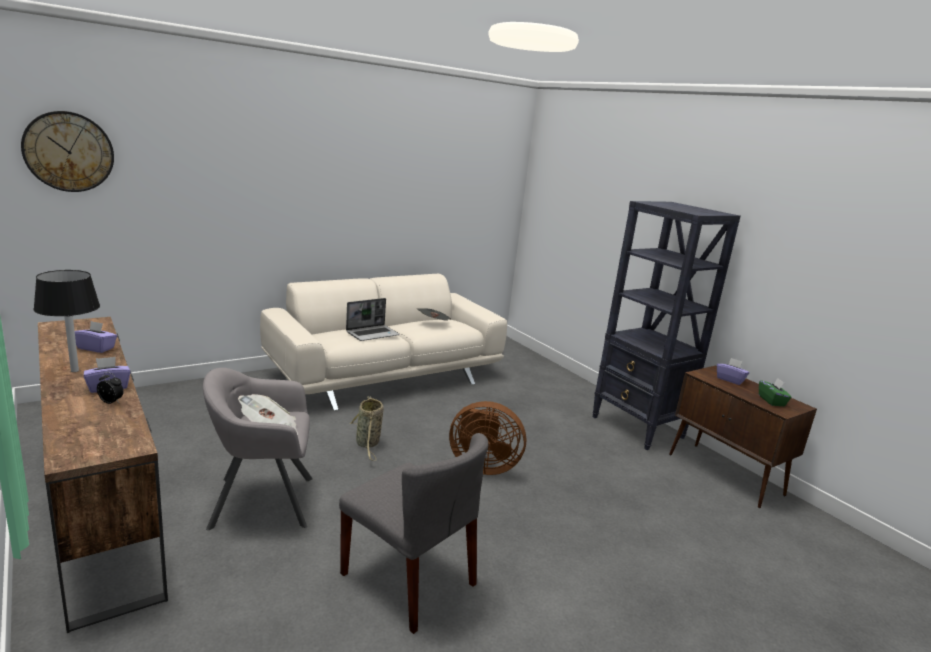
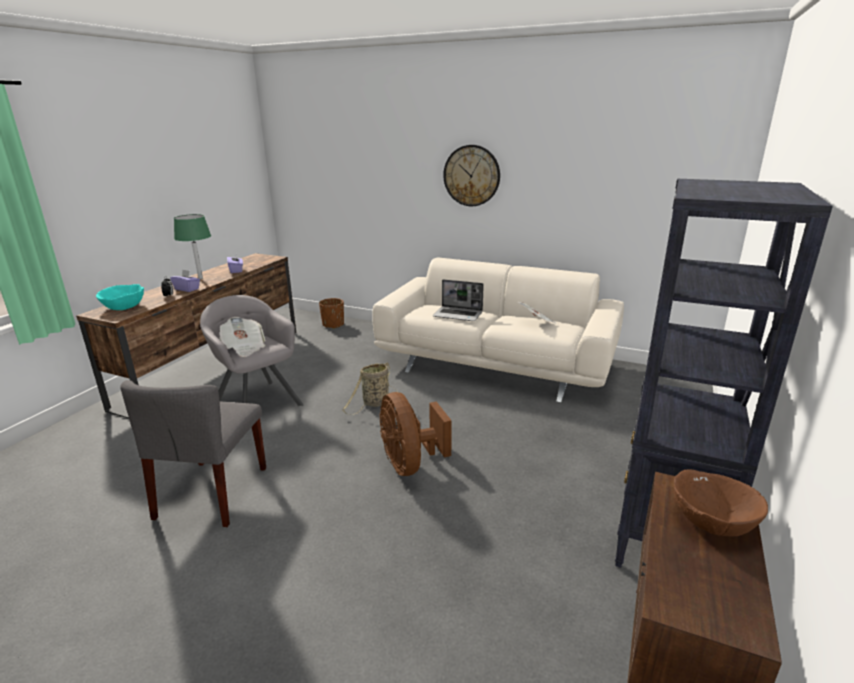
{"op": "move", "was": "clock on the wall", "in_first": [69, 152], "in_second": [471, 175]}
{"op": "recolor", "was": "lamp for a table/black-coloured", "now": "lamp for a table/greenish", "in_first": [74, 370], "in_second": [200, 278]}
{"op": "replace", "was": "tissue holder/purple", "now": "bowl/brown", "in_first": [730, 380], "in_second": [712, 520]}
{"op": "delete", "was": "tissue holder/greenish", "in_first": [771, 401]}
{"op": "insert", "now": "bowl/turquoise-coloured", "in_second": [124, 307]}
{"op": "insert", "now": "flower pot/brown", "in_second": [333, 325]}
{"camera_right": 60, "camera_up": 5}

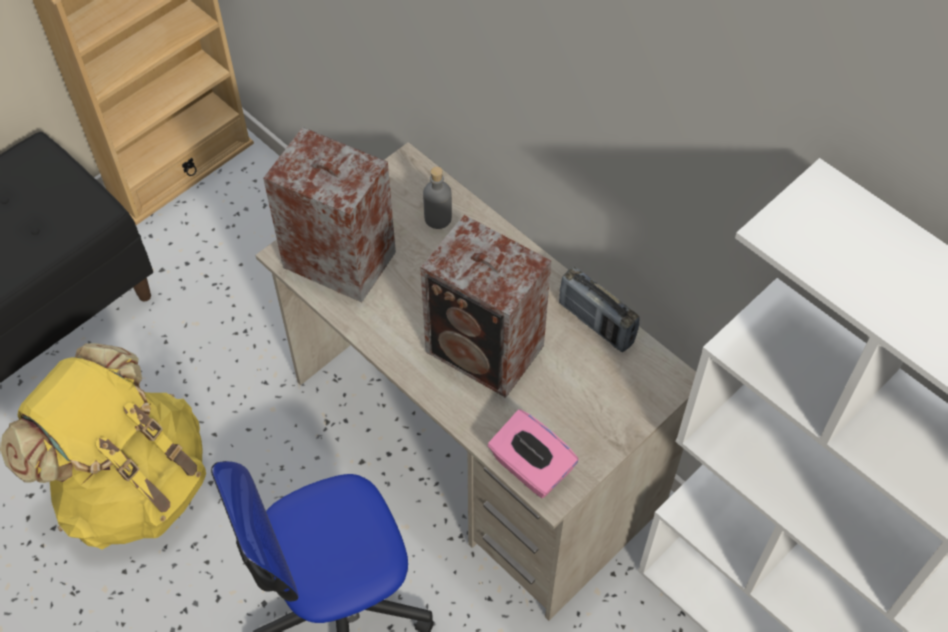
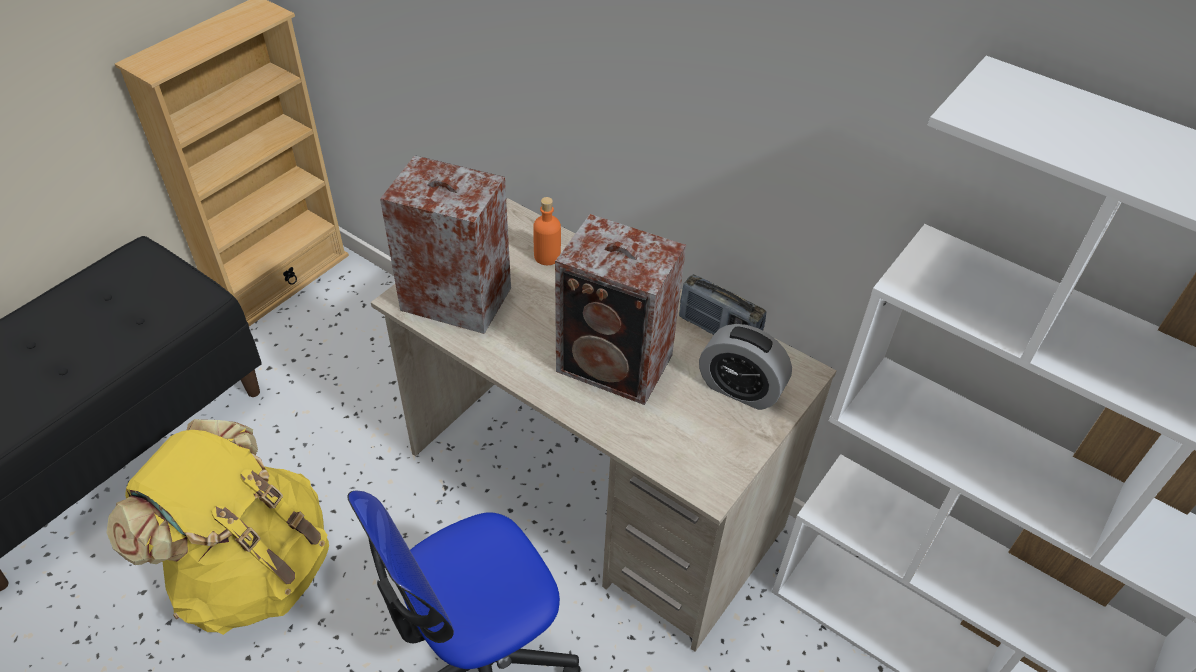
{"op": "recolor", "was": "bottle/gray", "now": "bottle/orange", "in_first": [438, 218], "in_second": [547, 256]}
{"op": "delete", "was": "tissue holder/pink-coloured", "in_first": [530, 467]}
{"op": "insert", "now": "alarm clock", "in_second": [740, 389]}
{"camera_right": -10, "camera_up": -10}

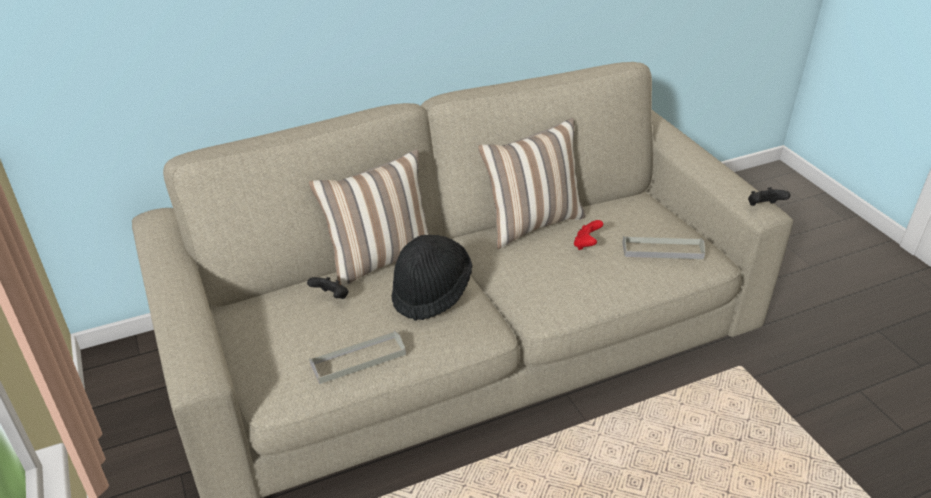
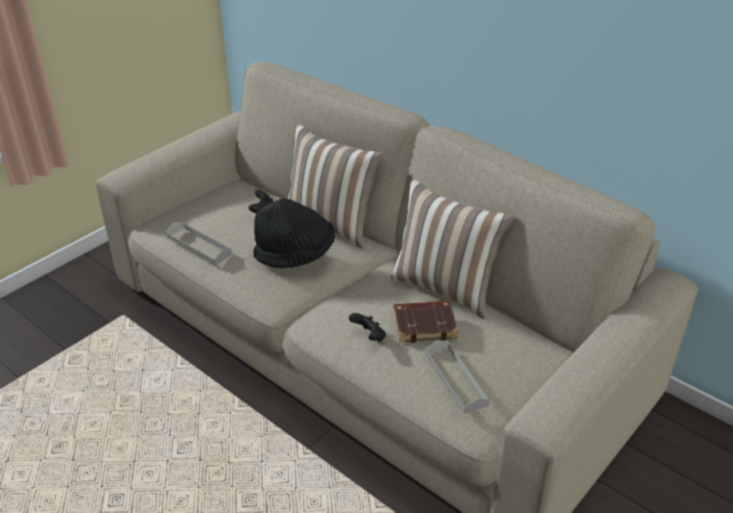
{"op": "move", "was": "game controller/black-coloured", "in_first": [763, 207], "in_second": [369, 337]}
{"op": "replace", "was": "game controller/red-coloured", "now": "volume/brown", "in_first": [586, 244], "in_second": [425, 324]}
{"camera_right": 65, "camera_up": 0}

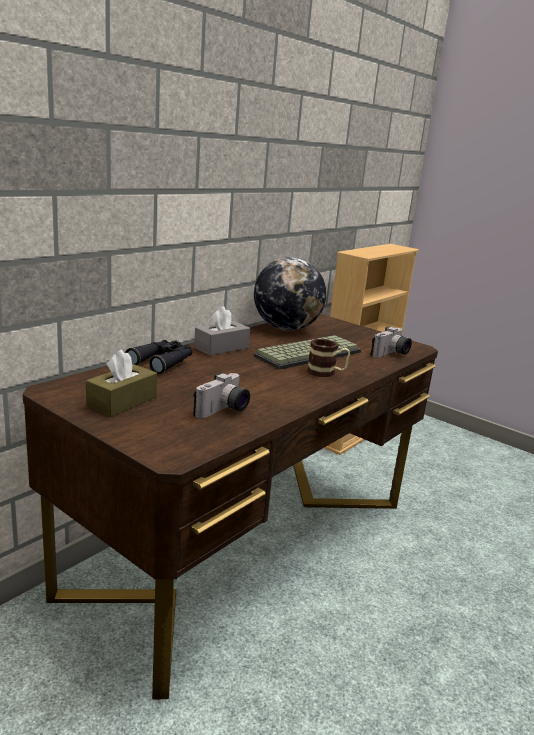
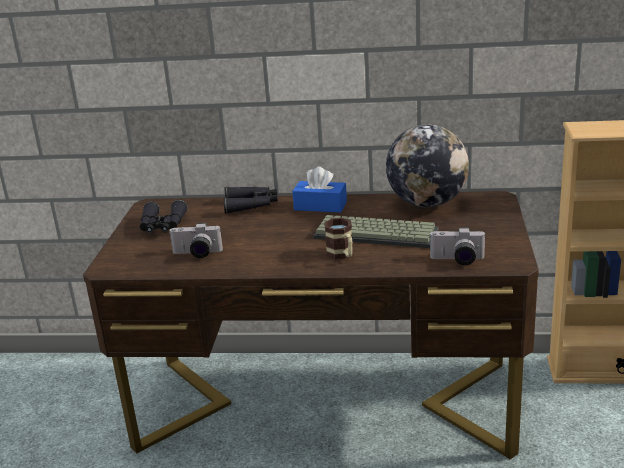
{"op": "recolor", "was": "tissue holder/gray", "now": "tissue holder/blue-coloured", "in_first": [221, 348], "in_second": [320, 206]}
{"op": "replace", "was": "tissue holder/brown", "now": "pair of binoculars/black-coloured", "in_first": [122, 402], "in_second": [162, 226]}
{"camera_right": 60, "camera_up": 5}

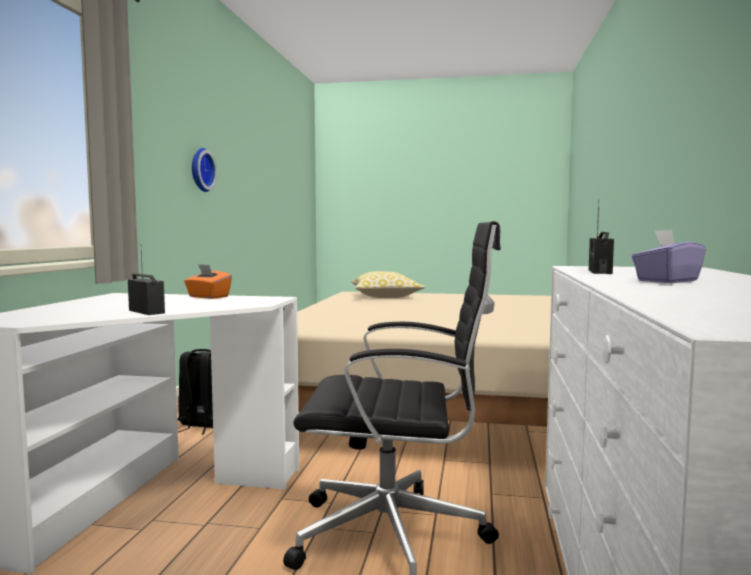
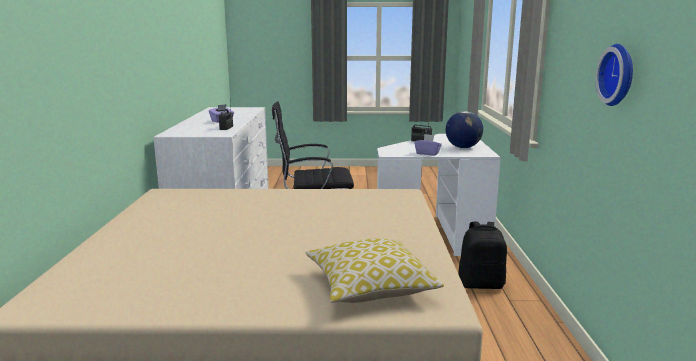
{"op": "recolor", "was": "tissue holder/orange", "now": "tissue holder/purple", "in_first": [208, 297], "in_second": [427, 153]}
{"op": "insert", "now": "world globe", "in_second": [463, 147]}
{"camera_right": 170, "camera_up": 10}

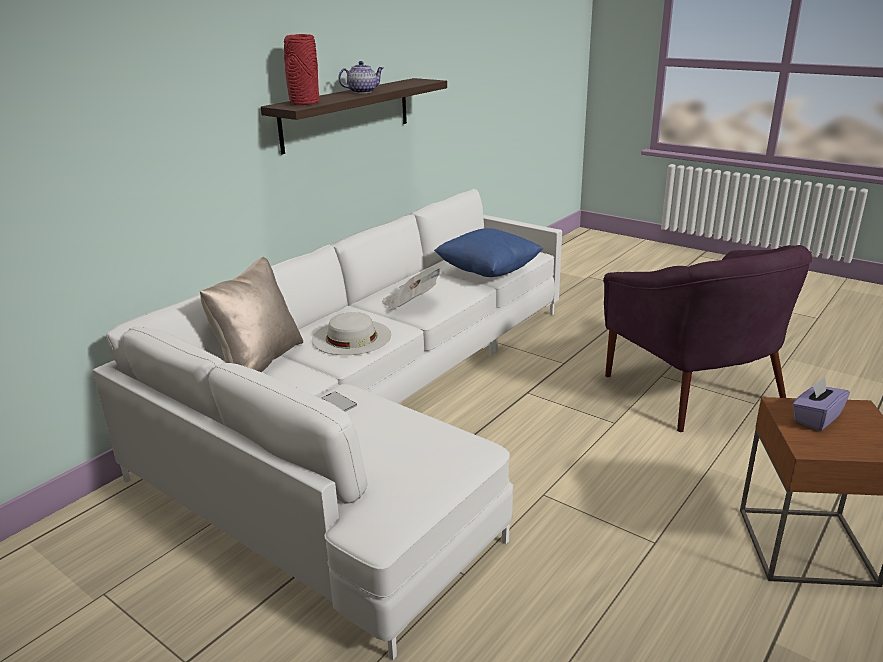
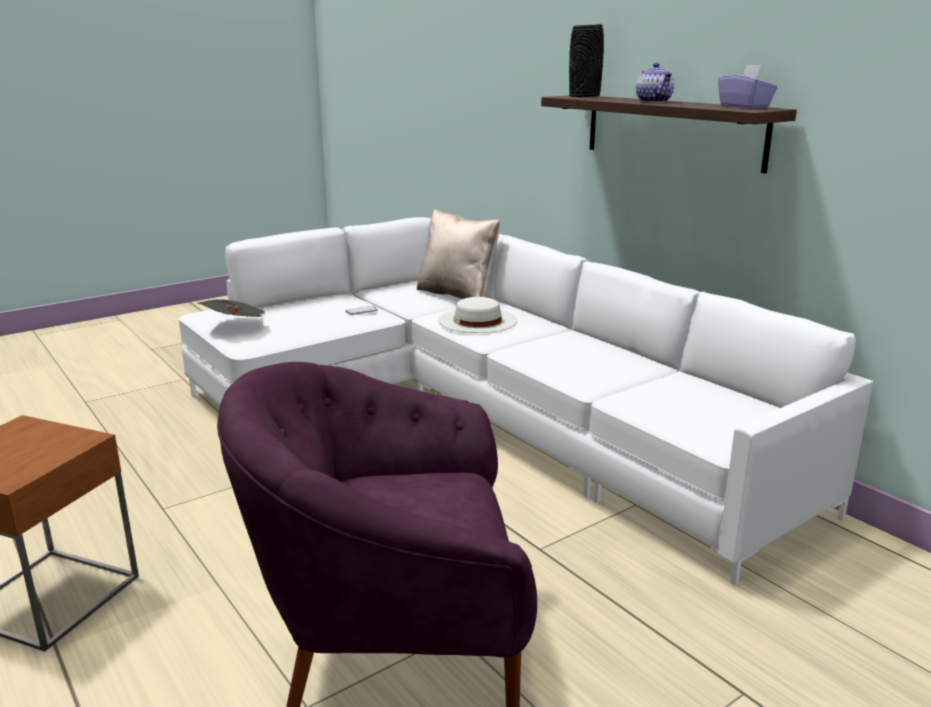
{"op": "recolor", "was": "decorative vase/red-coloured", "now": "decorative vase/black-coloured", "in_first": [303, 103], "in_second": [584, 97]}
{"op": "delete", "was": "cushion/blue-coloured", "in_first": [488, 272]}
{"op": "move", "was": "daily paper", "in_first": [411, 303], "in_second": [237, 326]}
{"op": "move", "was": "tissue holder/purple", "in_first": [816, 418], "in_second": [744, 107]}
{"camera_right": 105, "camera_up": -5}

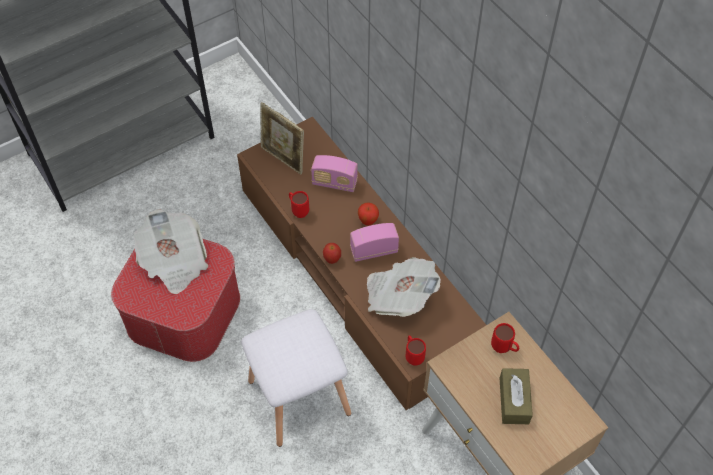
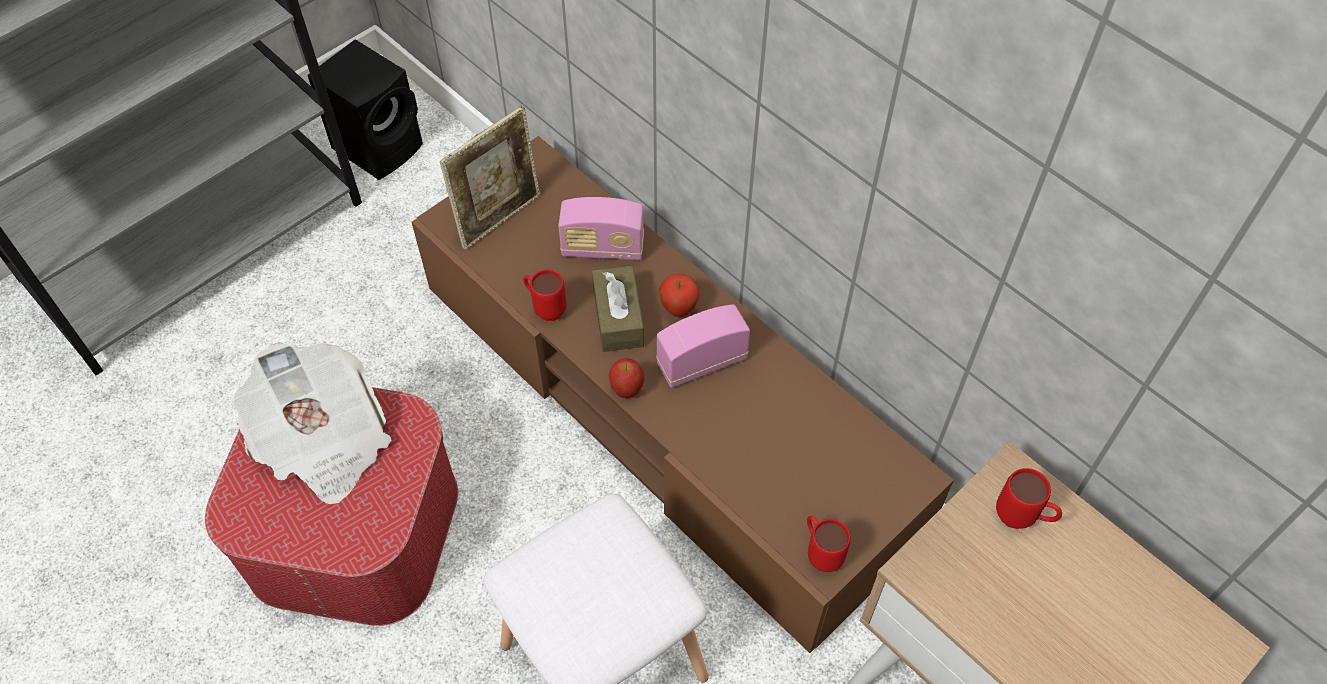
{"op": "rotate", "was": "photo frame", "in_first": [283, 159], "in_second": [500, 218], "clockwise": -75}
{"op": "delete", "was": "daily paper", "in_first": [399, 296]}
{"op": "move", "was": "tissue holder/brown", "in_first": [514, 400], "in_second": [618, 318]}
{"op": "insert", "now": "speaker/black-coloured", "in_second": [380, 145]}
{"camera_right": -10, "camera_up": 0}

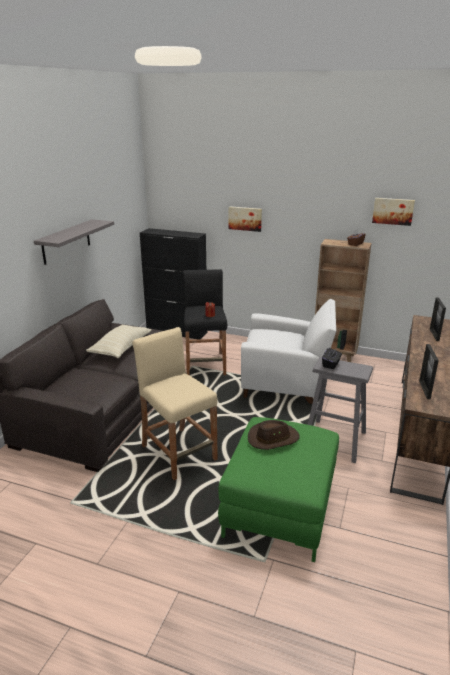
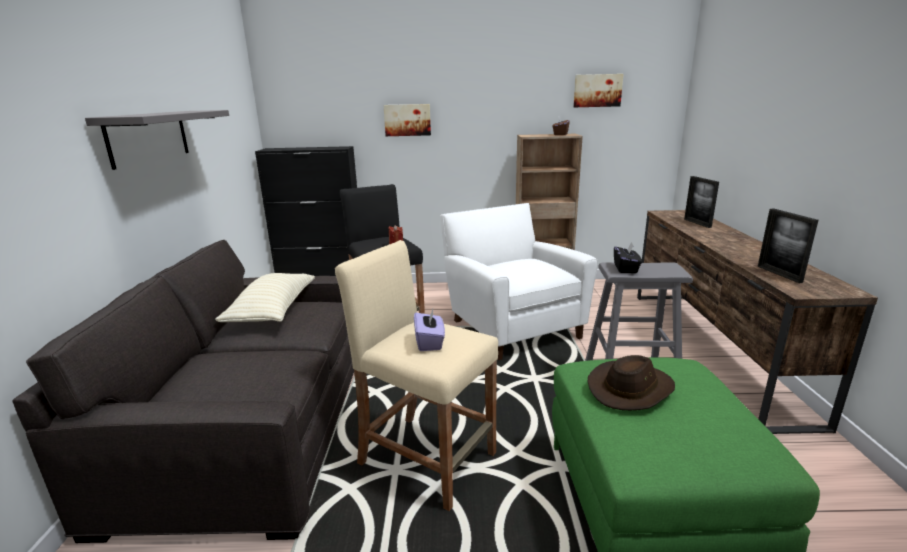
{"op": "rotate", "was": "easy chair/white", "in_first": [286, 384], "in_second": [511, 326], "clockwise": -105}
{"op": "insert", "now": "tissue holder/purple", "in_second": [429, 342]}
{"camera_right": -20, "camera_up": -5}

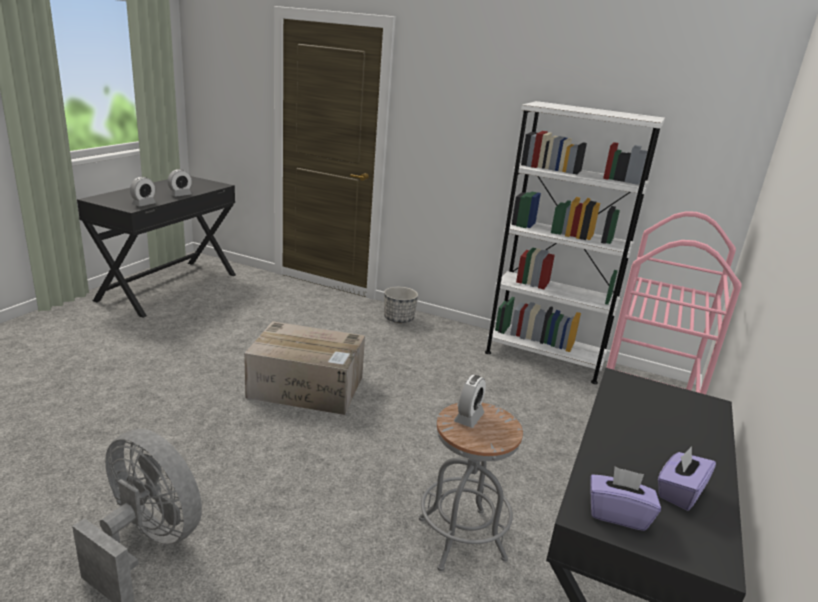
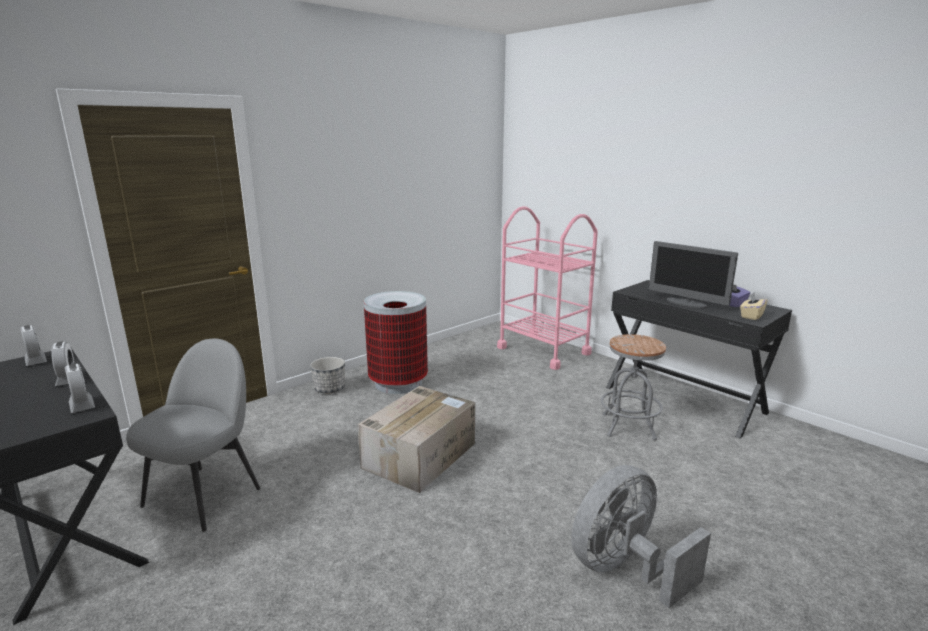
{"op": "delete", "was": "shelving unit/white", "in_first": [544, 358]}
{"op": "move", "was": "alarm clock", "in_first": [469, 417], "in_second": [36, 361]}
{"op": "recolor", "was": "tissue holder/purple", "now": "tissue holder/beige-coloured", "in_first": [617, 514], "in_second": [751, 316]}
{"op": "insert", "now": "computer screen", "in_second": [686, 303]}
{"op": "insert", "now": "trash can", "in_second": [398, 383]}
{"op": "insert", "now": "plain chair/gray", "in_second": [205, 495]}
{"camera_right": -65, "camera_up": -5}

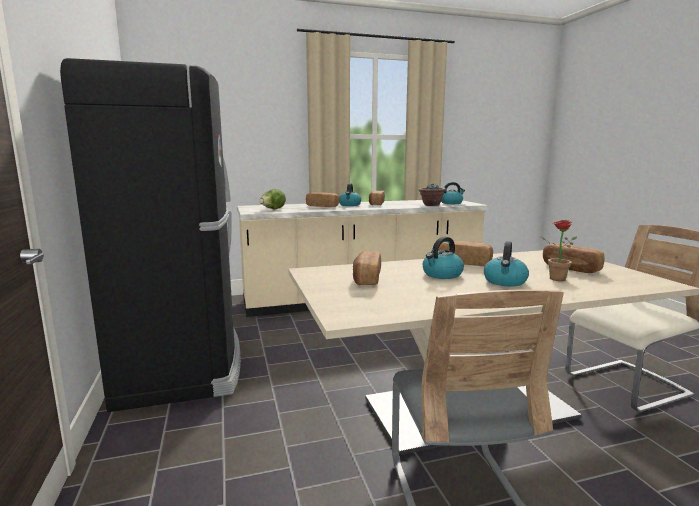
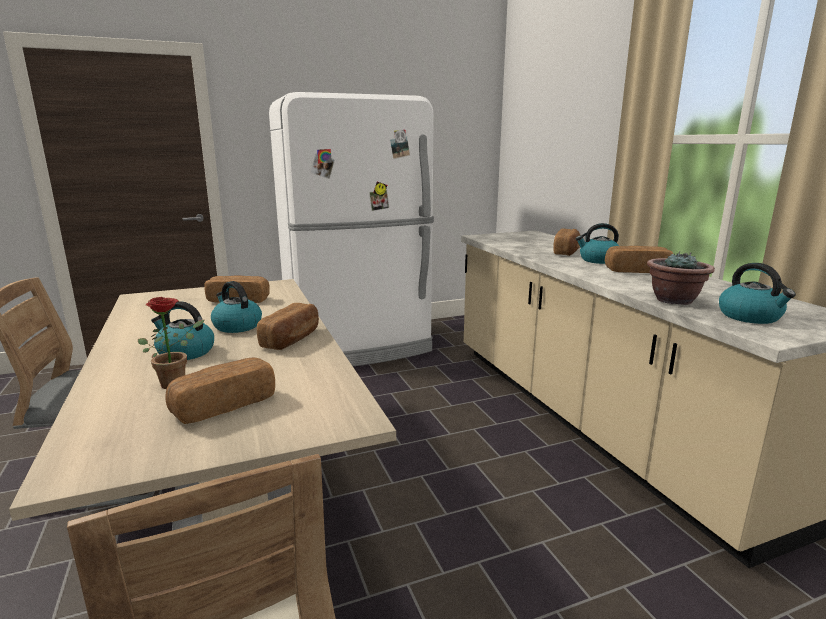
{"op": "recolor", "was": "fridge/black-coloured", "now": "fridge/white", "in_first": [183, 363], "in_second": [359, 346]}
{"op": "delete", "was": "lettuce", "in_first": [272, 209]}
{"camera_right": 85, "camera_up": 5}

